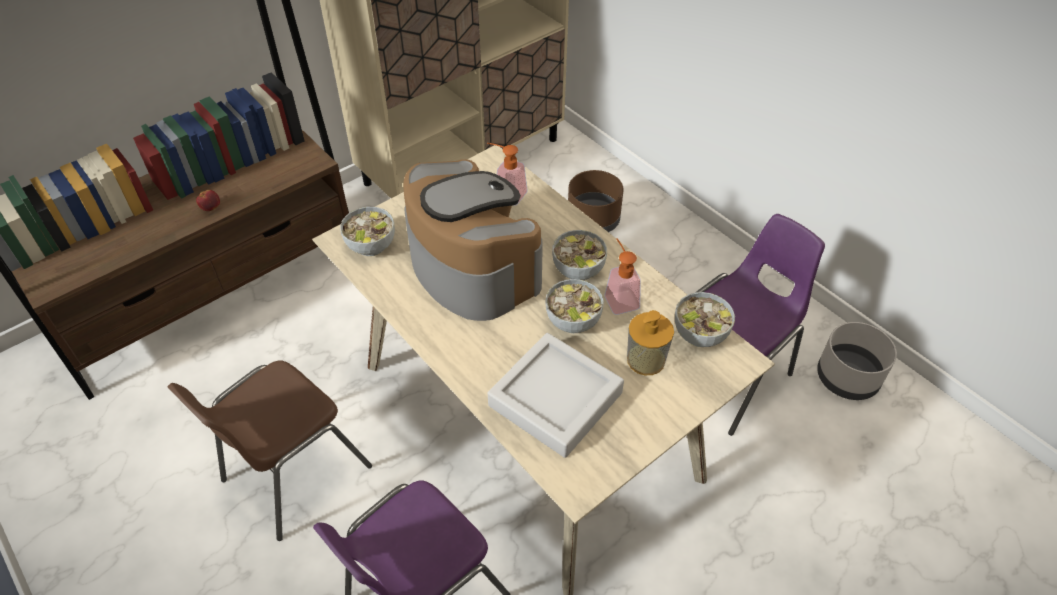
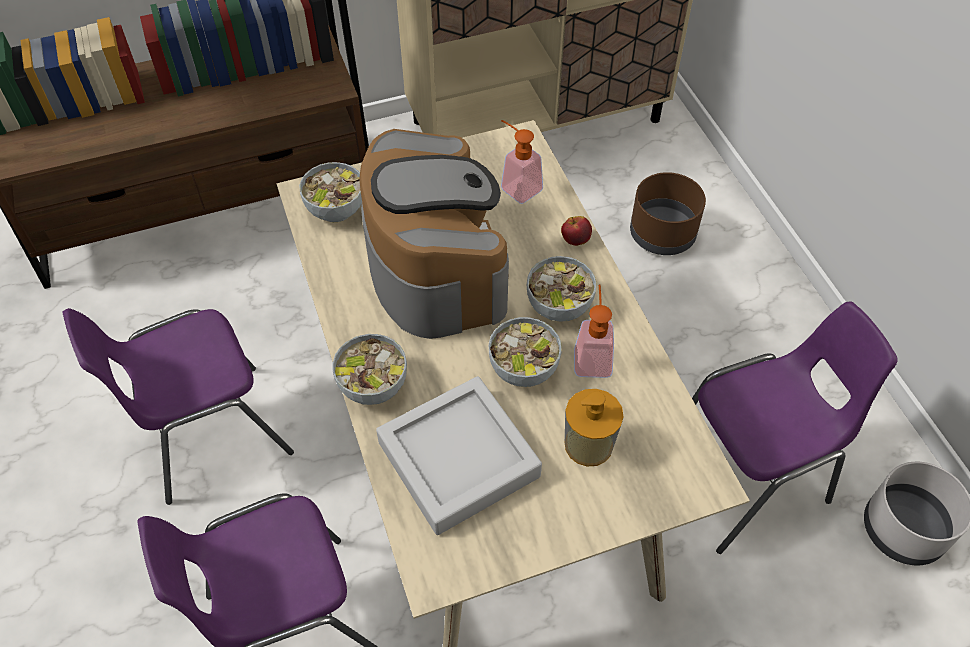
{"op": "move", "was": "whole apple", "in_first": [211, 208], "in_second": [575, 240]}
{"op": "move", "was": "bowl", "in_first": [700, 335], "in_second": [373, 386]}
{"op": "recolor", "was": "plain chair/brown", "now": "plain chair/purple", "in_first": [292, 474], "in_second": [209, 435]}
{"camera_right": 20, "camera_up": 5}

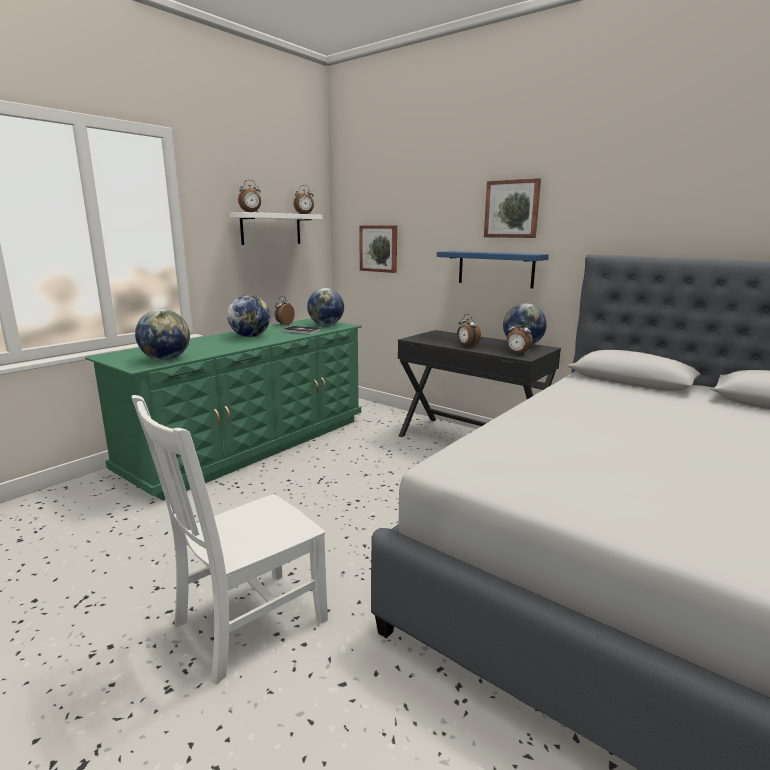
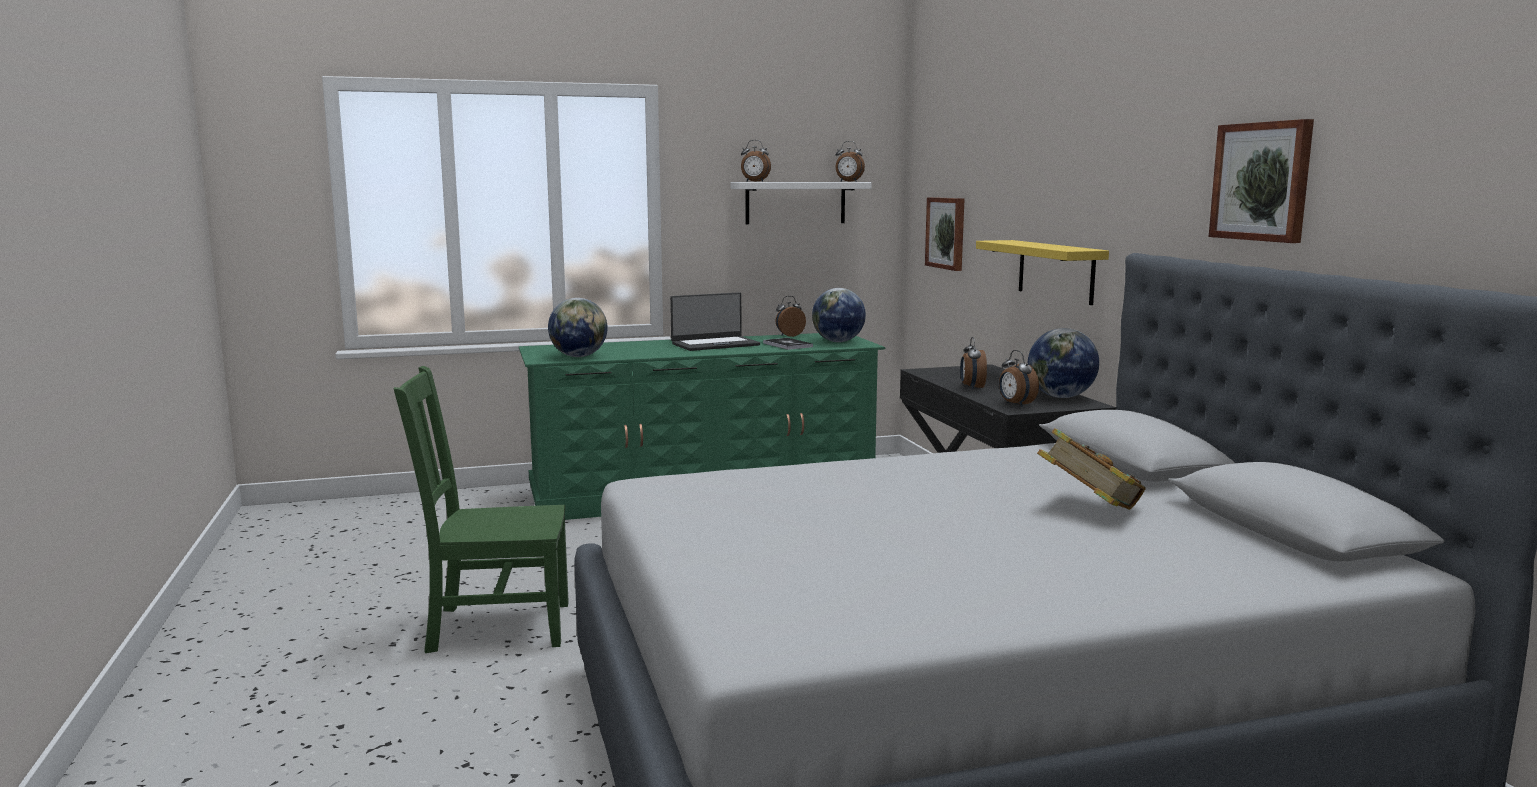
{"op": "move", "was": "picture", "in_first": [512, 209], "in_second": [1262, 181]}
{"op": "recolor", "was": "bracket shelf/blue-coloured", "now": "bracket shelf/yellow", "in_first": [495, 269], "in_second": [1055, 271]}
{"op": "replace", "was": "world globe", "now": "notebook computer", "in_first": [250, 336], "in_second": [715, 344]}
{"op": "recolor", "was": "plain chair/white", "now": "plain chair/greenish", "in_first": [245, 624], "in_second": [494, 627]}
{"op": "insert", "now": "volume", "in_second": [1089, 508]}
{"camera_right": 35, "camera_up": -5}

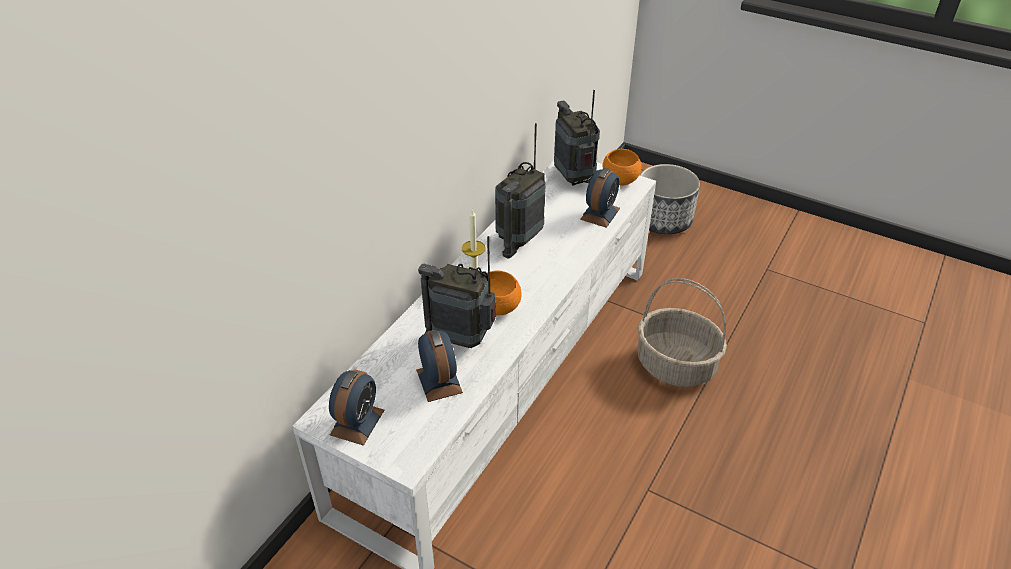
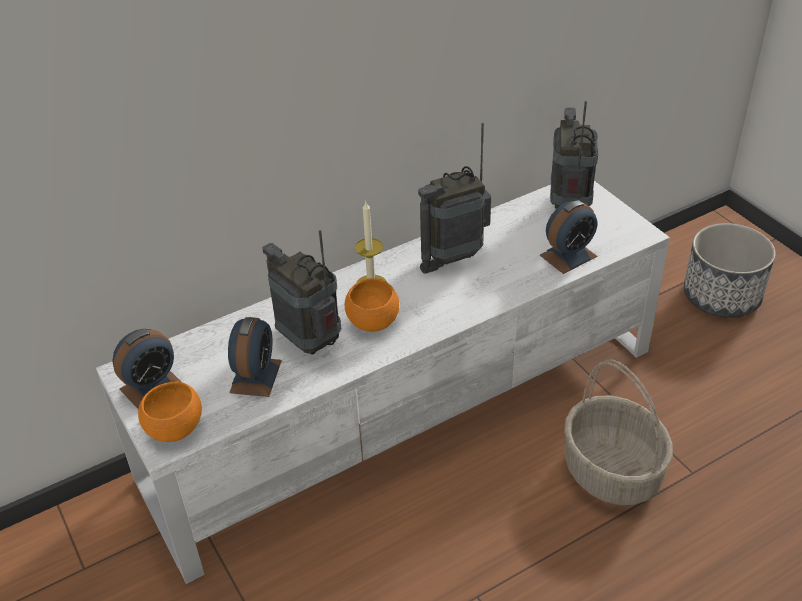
{"op": "move", "was": "bowl/orange", "in_first": [620, 180], "in_second": [175, 429]}
{"camera_right": 30, "camera_up": 0}

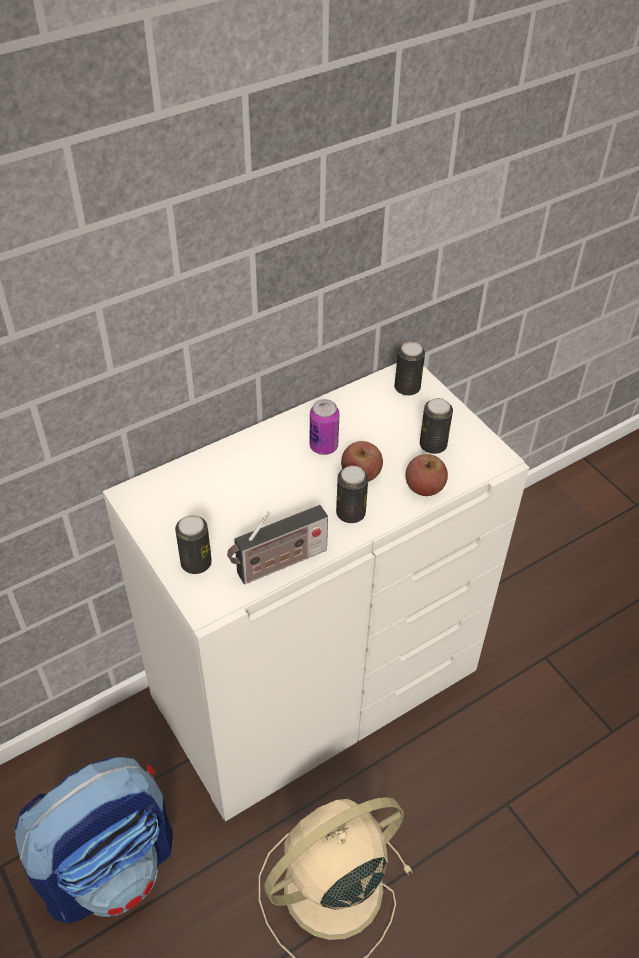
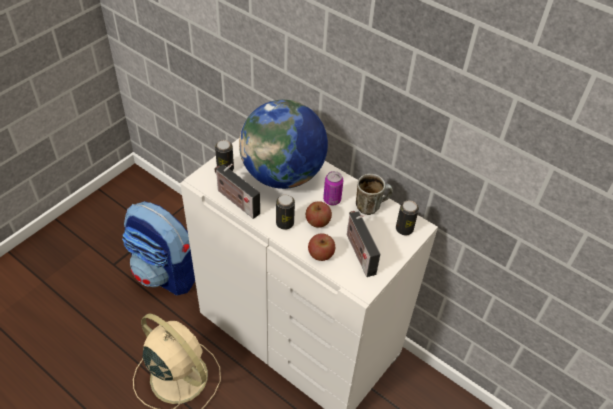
{"op": "replace", "was": "sealed can", "now": "radio set", "in_first": [433, 445], "in_second": [359, 252]}
{"op": "insert", "now": "world globe", "in_second": [283, 175]}
{"op": "insert", "now": "coffee mug", "in_second": [371, 206]}
{"camera_right": 70, "camera_up": 0}

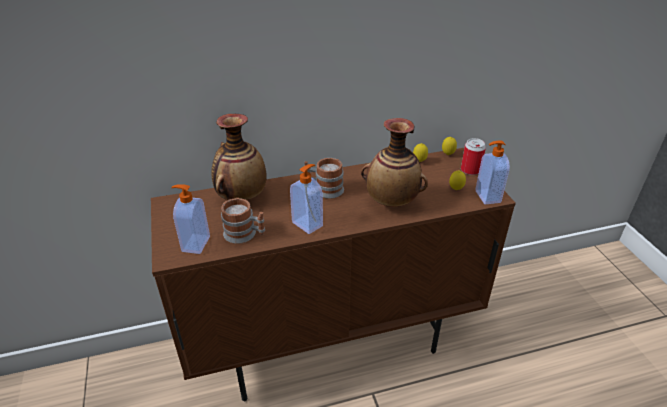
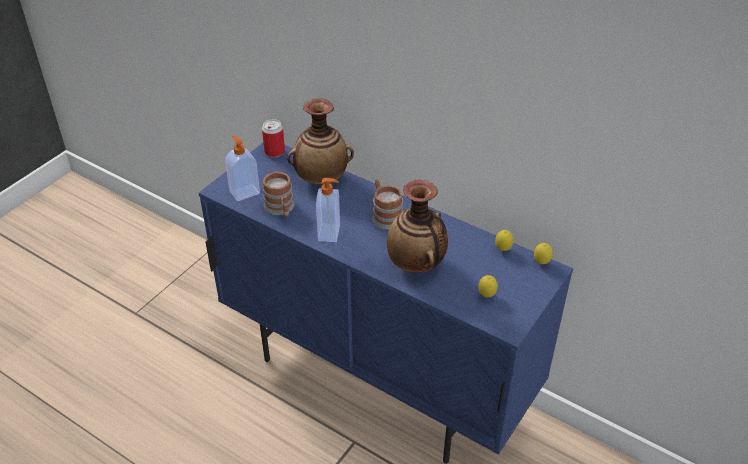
{"op": "move", "was": "sealed can", "in_first": [470, 170], "in_second": [274, 152]}
{"op": "delete", "was": "soap dispenser", "in_first": [486, 196]}
{"op": "recolor", "was": "storage cabinet/brown", "now": "storage cabinet/blue-coloured", "in_first": [332, 343], "in_second": [377, 380]}
{"camera_right": 50, "camera_up": 5}

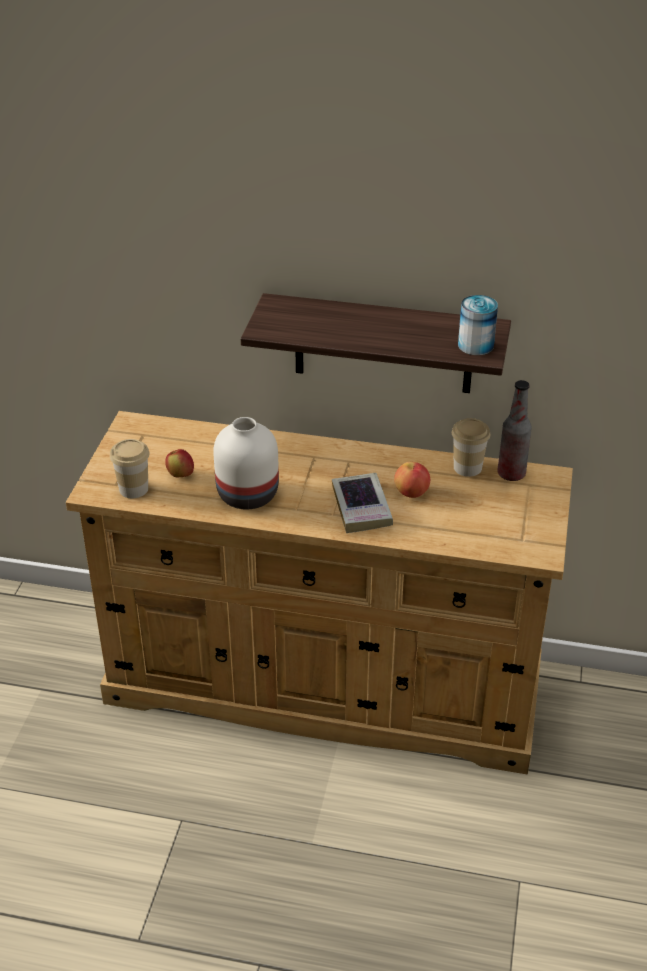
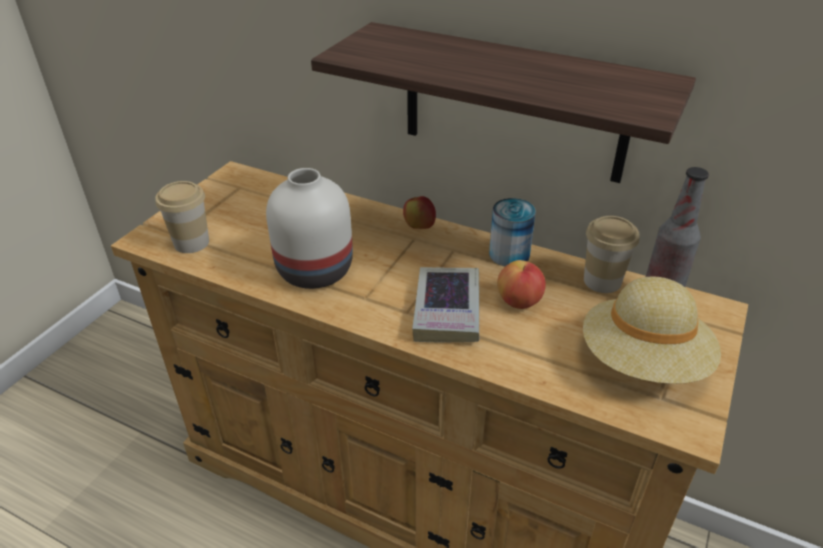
{"op": "move", "was": "sealed can", "in_first": [475, 345], "in_second": [509, 254]}
{"op": "move", "was": "whole apple", "in_first": [180, 475], "in_second": [419, 227]}
{"op": "insert", "now": "wearable hat/beige-coloured", "in_second": [643, 361]}
{"camera_right": 15, "camera_up": 0}

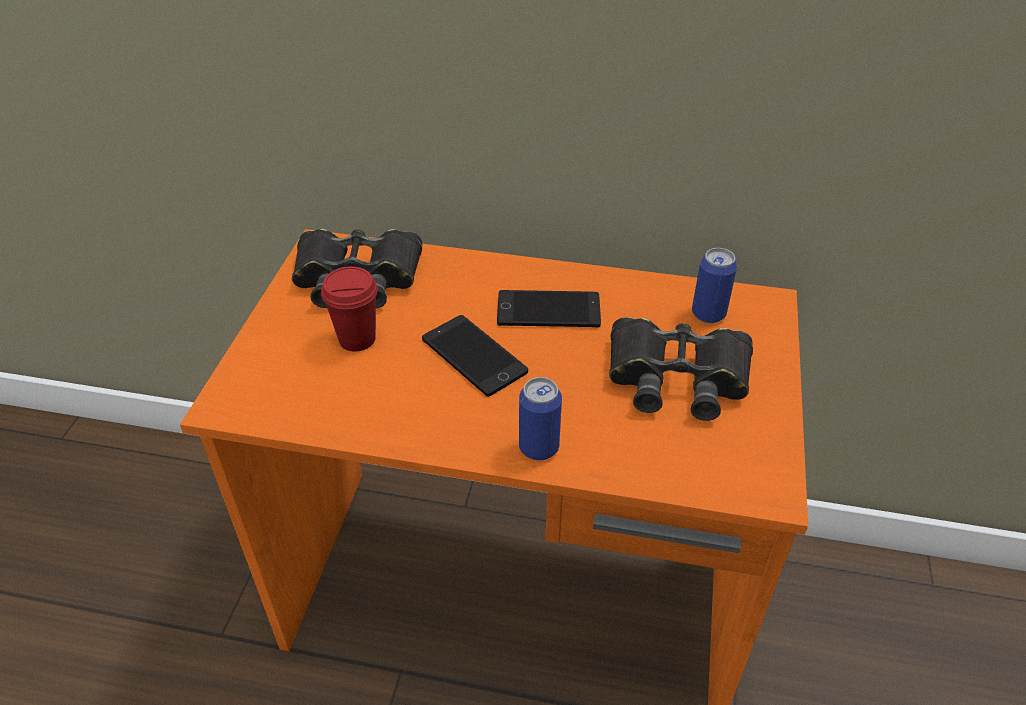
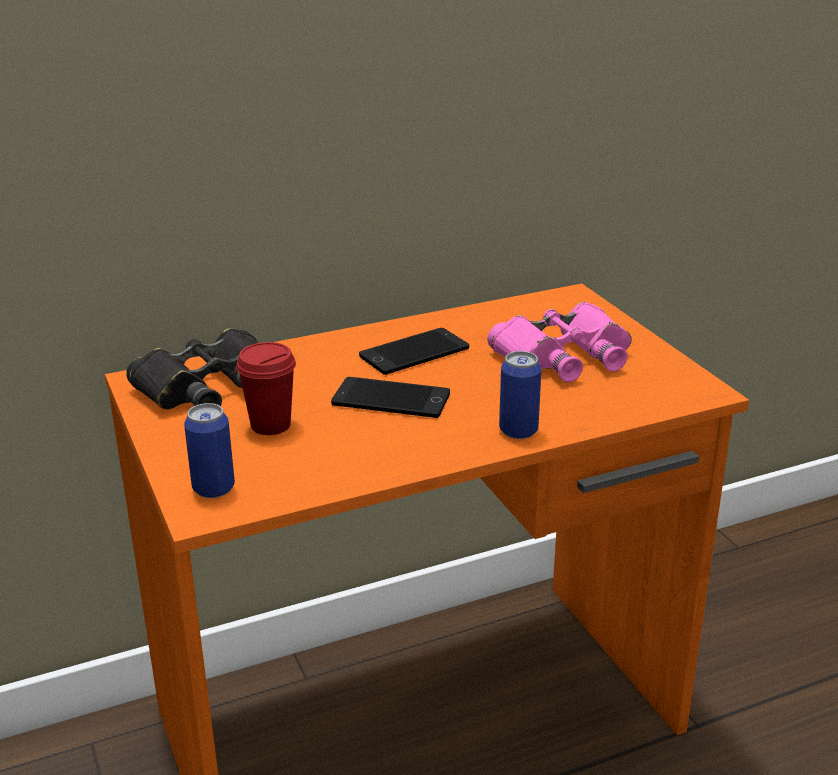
{"op": "move", "was": "sealed can", "in_first": [708, 314], "in_second": [213, 488]}
{"op": "recolor", "was": "pair of binoculars/black-coloured", "now": "pair of binoculars/pink-coloured", "in_first": [677, 377], "in_second": [564, 356]}
{"camera_right": -35, "camera_up": -15}

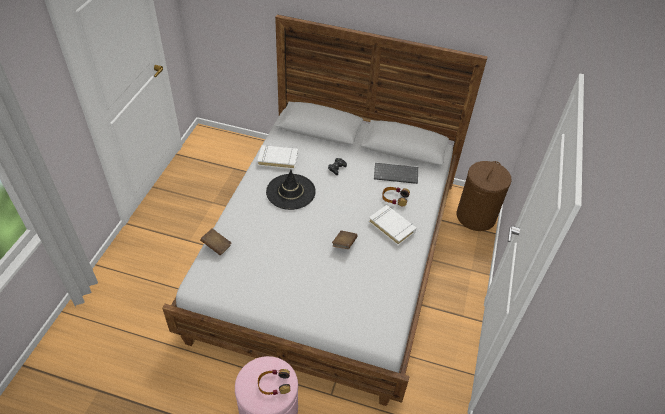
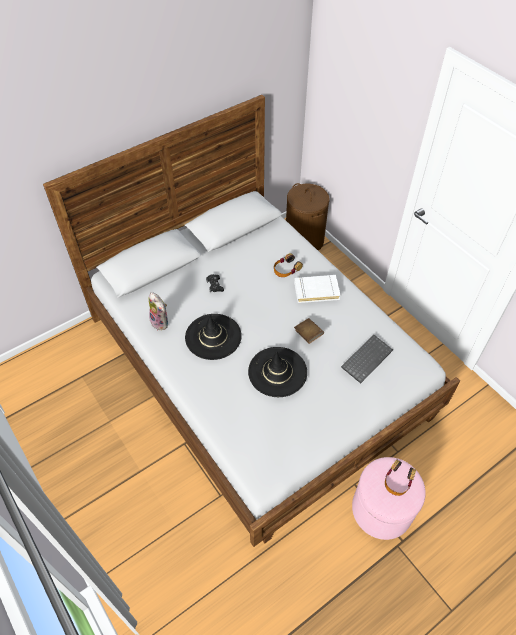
{"op": "replace", "was": "volume/white", "now": "soft toy", "in_first": [278, 159], "in_second": [161, 322]}
{"op": "move", "was": "PC keyboard", "in_first": [396, 173], "in_second": [366, 358]}
{"op": "delete", "was": "volume/brown", "in_first": [216, 246]}
{"op": "insert", "now": "wearable hat/black-coloured", "in_second": [277, 372]}
{"camera_right": -50, "camera_up": 5}

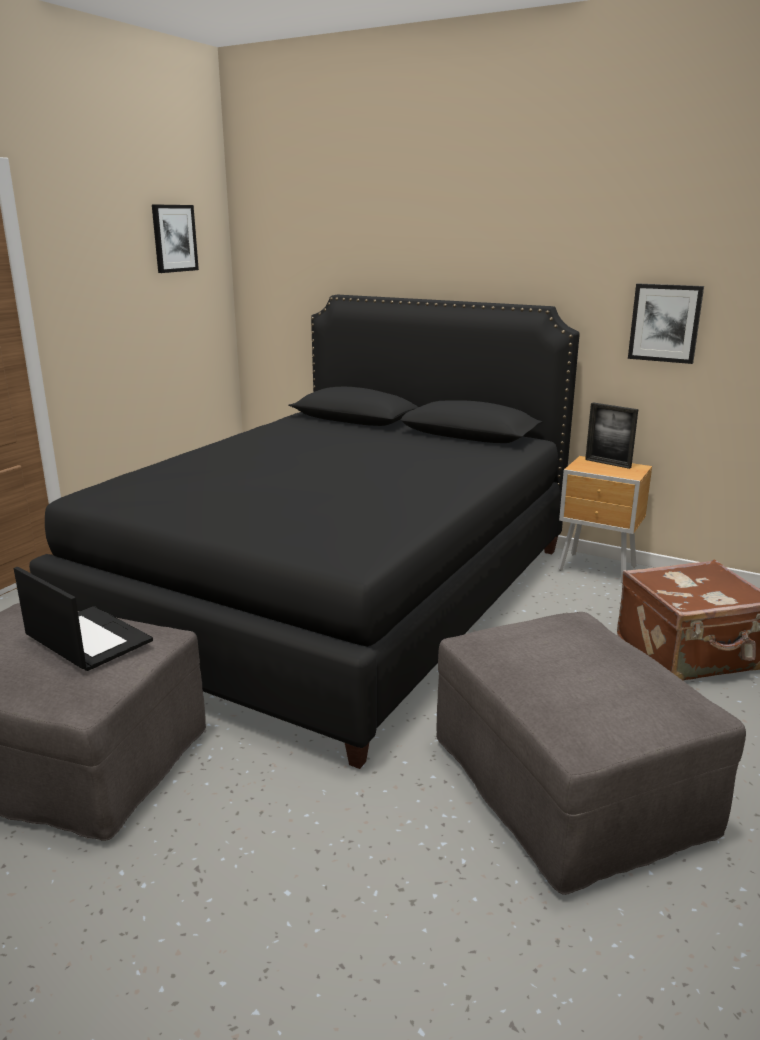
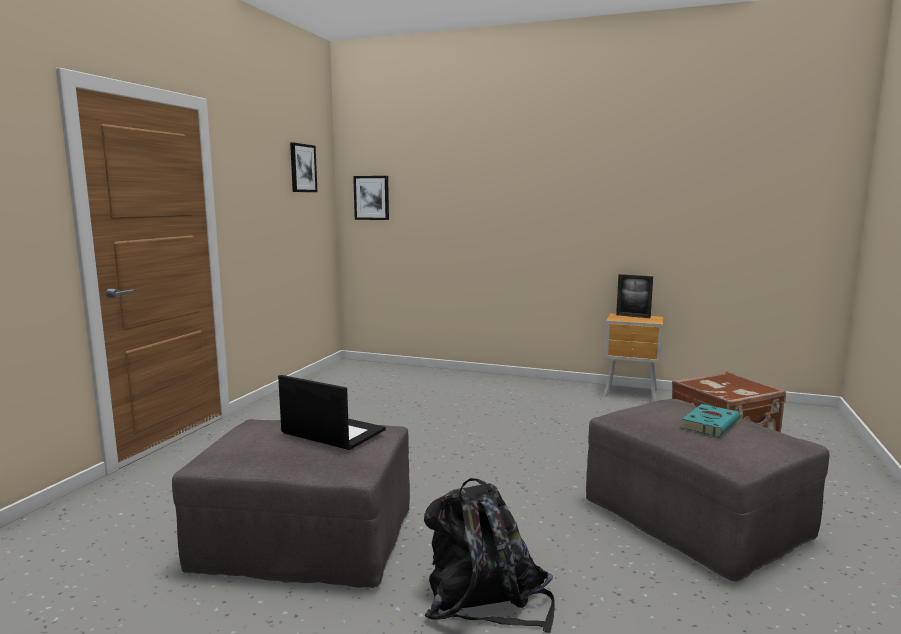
{"op": "move", "was": "picture", "in_first": [665, 323], "in_second": [371, 198]}
{"op": "delete", "was": "sleeping bed/black-coloured", "in_first": [337, 595]}
{"op": "insert", "now": "volume/turquoise-coloured", "in_second": [710, 424]}
{"op": "insert", "now": "rucksack/black-coloured", "in_second": [485, 597]}
{"camera_right": -10, "camera_up": -10}

